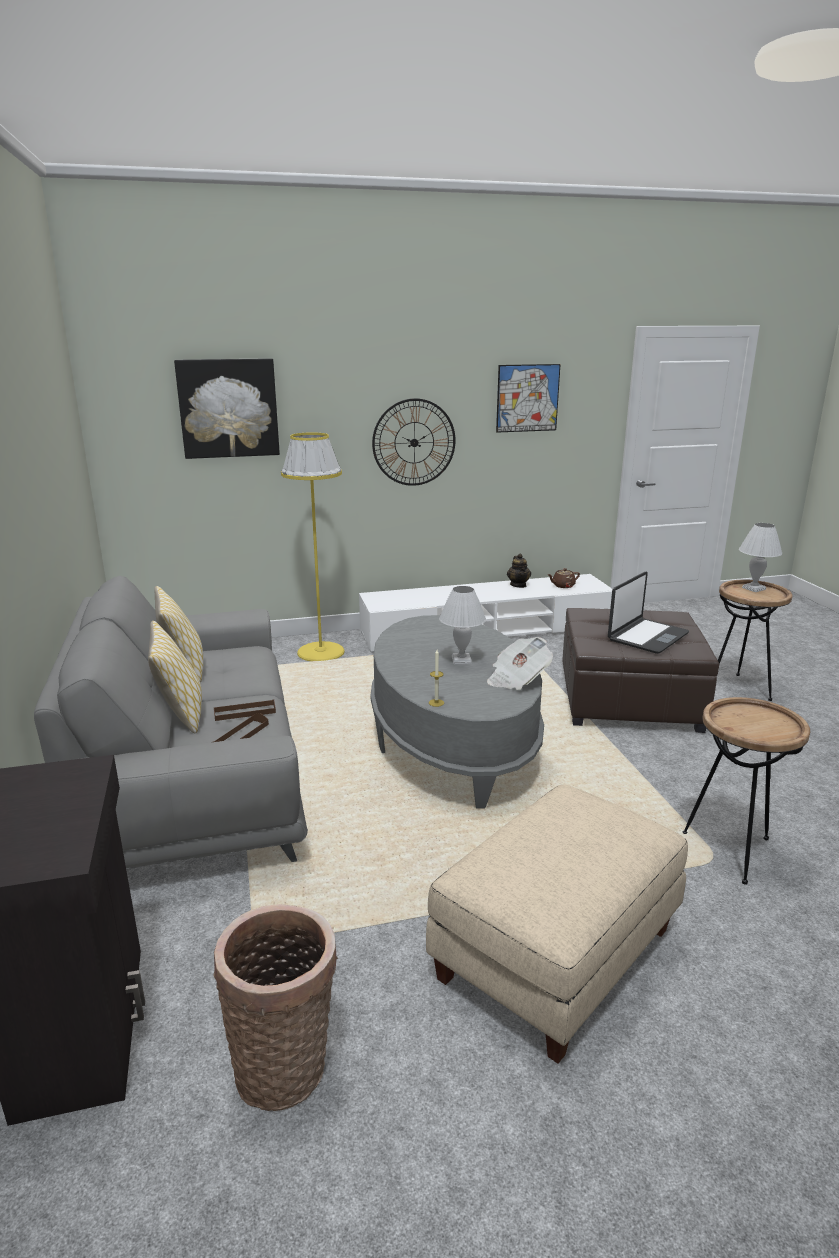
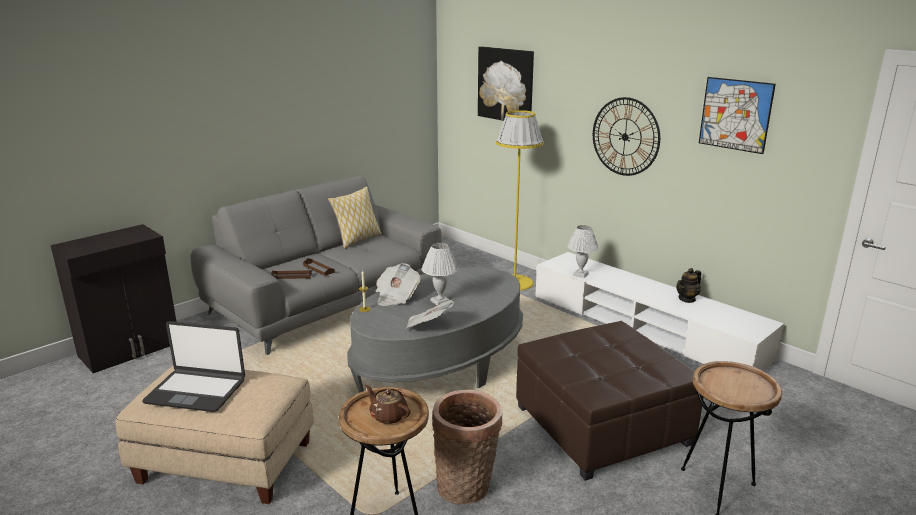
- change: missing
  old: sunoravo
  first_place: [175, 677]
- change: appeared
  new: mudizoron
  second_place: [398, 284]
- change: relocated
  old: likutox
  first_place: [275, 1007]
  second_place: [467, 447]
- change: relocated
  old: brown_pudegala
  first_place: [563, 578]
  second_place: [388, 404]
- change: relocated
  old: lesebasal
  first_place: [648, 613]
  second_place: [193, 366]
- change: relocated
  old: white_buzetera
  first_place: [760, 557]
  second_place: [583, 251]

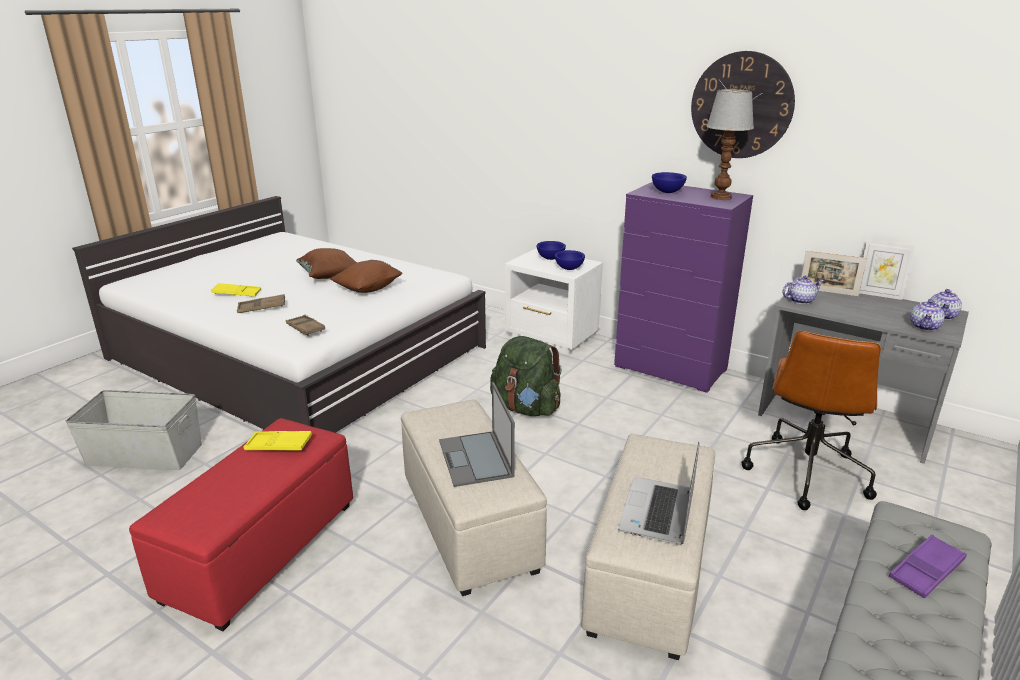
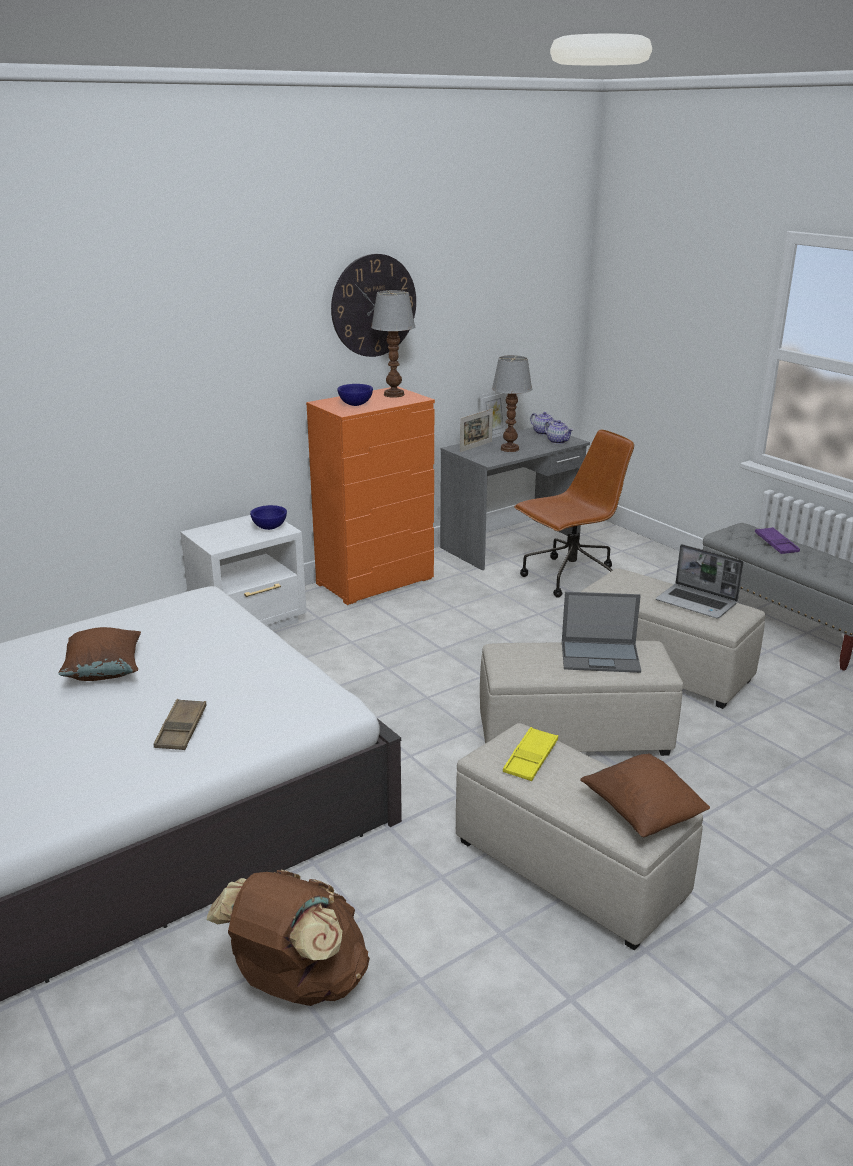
- change: missing
  old: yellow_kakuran
  first_place: [236, 289]
- change: missing
  old: brown_kakuran
  first_place: [305, 325]
- change: missing
  old: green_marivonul
  first_place: [526, 376]
- change: missing
  old: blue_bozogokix
  first_place: [551, 250]
- change: missing
  old: pudegala
  first_place: [803, 290]
- change: appeared
  new: buzetera
  second_place: [512, 403]
- change: relocated
  old: brown_sunoravo
  first_place: [366, 276]
  second_place: [645, 795]
- change: exchanged
  old: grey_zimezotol
  new: brown_marivonul
  first_place: [134, 430]
  second_place: [288, 938]
- change: colour
  old: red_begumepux
  new: beige_begumepux
  first_place: [241, 524]
  second_place: [579, 836]
- change: colour
  old: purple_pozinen
  new: orange_pozinen
  first_place: [683, 287]
  second_place: [370, 495]
- change: spun
  old: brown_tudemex
  first_place: [811, 420]
  second_place: [574, 513]
  degrees: -75

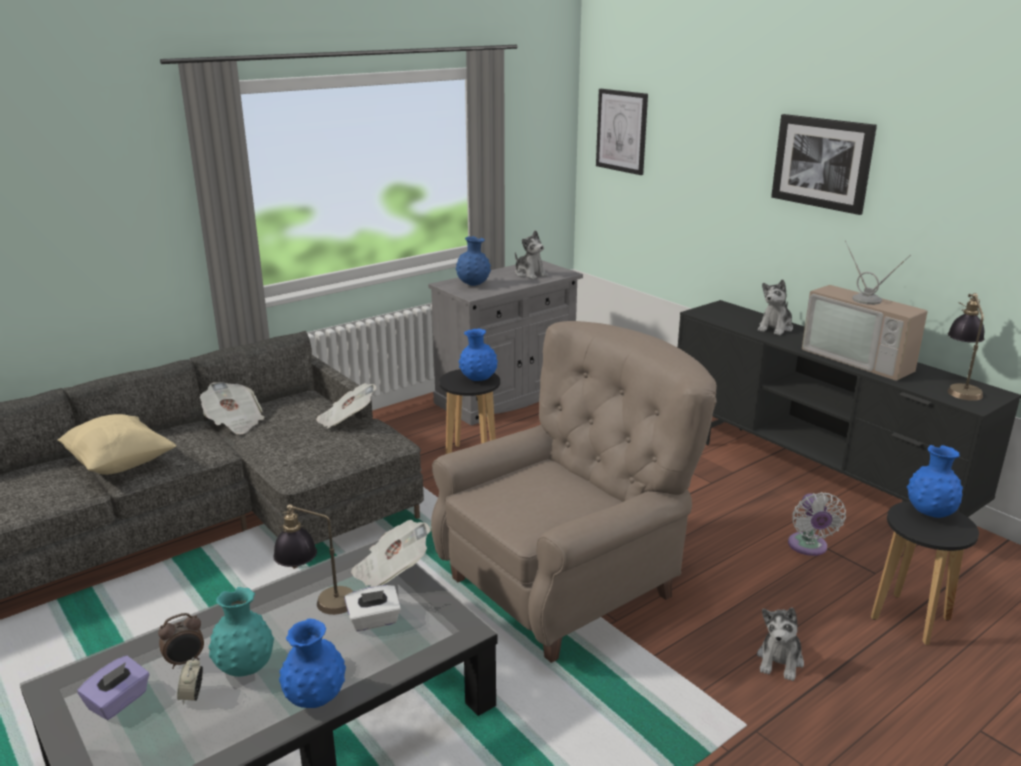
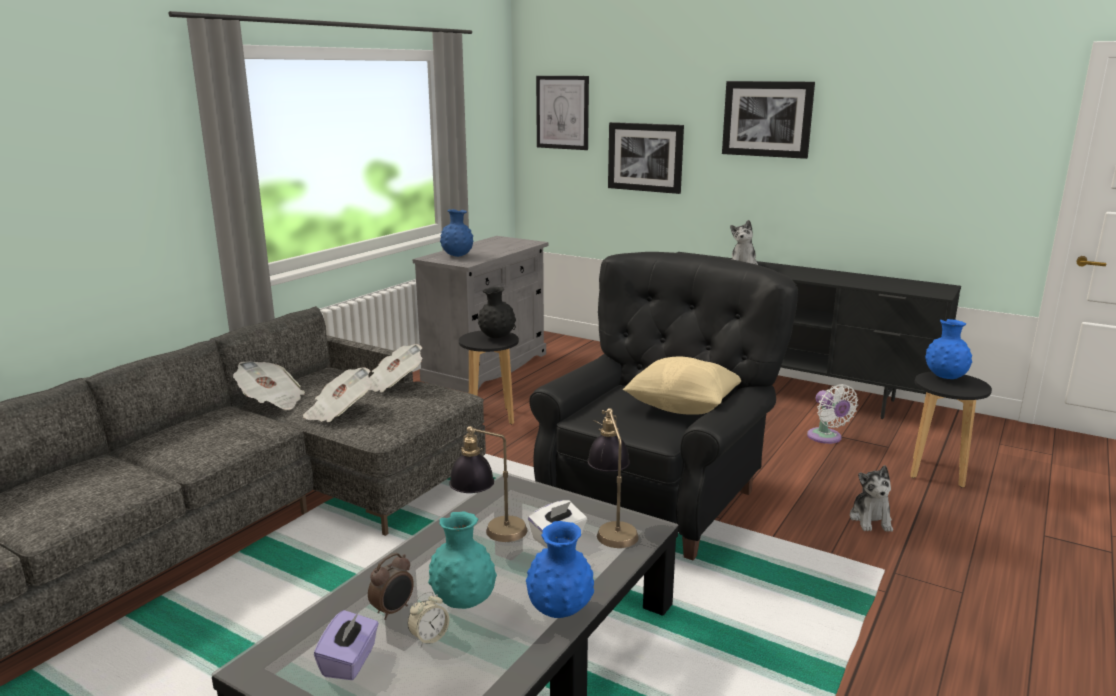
- change: missing
  old: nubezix
  first_place: [531, 255]
- change: missing
  old: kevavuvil
  first_place: [865, 310]
- change: appeared
  new: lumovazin
  second_place: [646, 158]
- change: relocated
  old: beige_sunoravo
  first_place: [117, 444]
  second_place: [682, 385]
- change: relocated
  old: mudizoron
  first_place: [391, 553]
  second_place: [337, 394]
- change: relocated
  old: buzetera
  first_place: [965, 347]
  second_place: [613, 478]
- change: colour
  old: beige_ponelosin
  new: black_ponelosin
  first_place: [574, 492]
  second_place: [663, 406]
- change: colour
  old: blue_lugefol
  new: black_lugefol
  first_place: [478, 354]
  second_place: [497, 312]
- change: spun
  old: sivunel
  first_place: [190, 681]
  second_place: [428, 618]
  degrees: -105

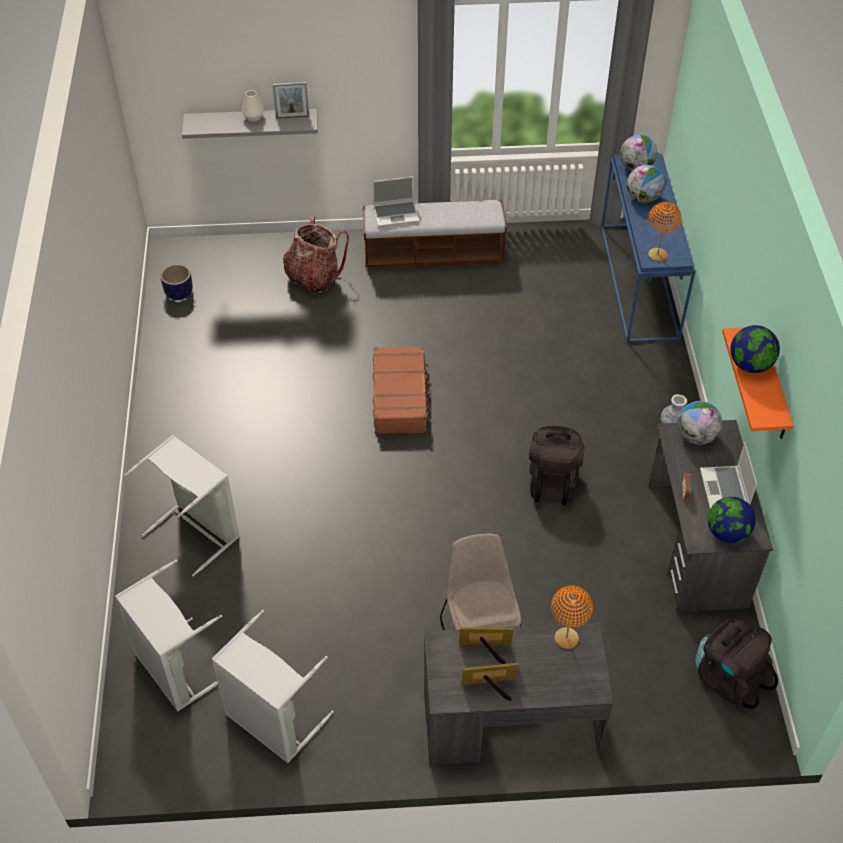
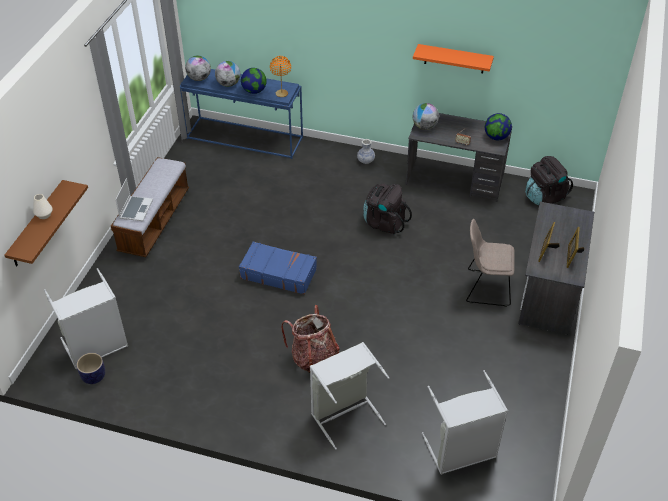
- change: missing
  old: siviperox
  first_place: [291, 100]
- change: missing
  old: orange_buzetera
  first_place: [572, 617]
- change: missing
  old: lesebasal
  first_place: [728, 475]
- change: relocated
  old: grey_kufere
  first_place: [273, 686]
  second_place: [86, 318]
- change: relocated
  old: marivonul
  first_place: [316, 255]
  second_place: [310, 339]
- change: relocated
  old: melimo
  first_place: [755, 349]
  second_place: [254, 81]
- change: colour
  old: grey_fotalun
  new: brown_fotalun
  first_place: [250, 124]
  second_place: [46, 223]
- change: colour
  old: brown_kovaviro
  new: blue_kovaviro
  first_place: [402, 390]
  second_place: [278, 268]

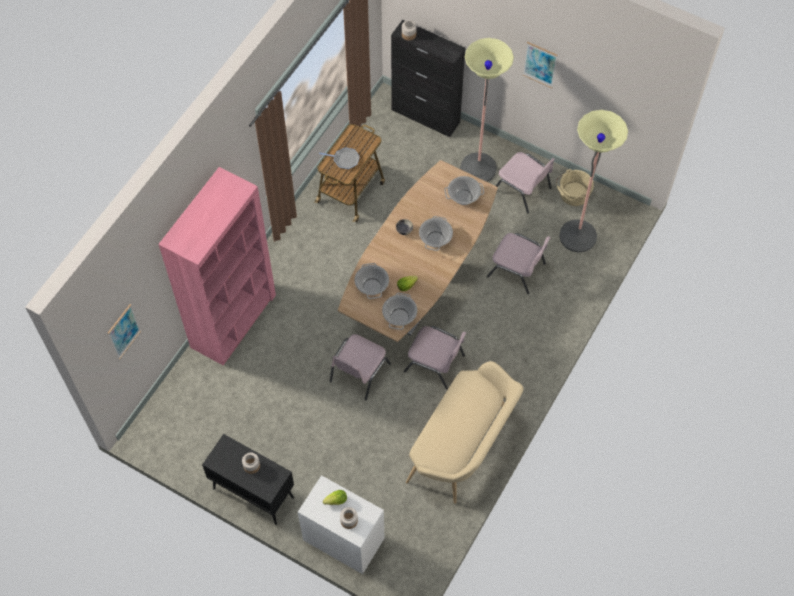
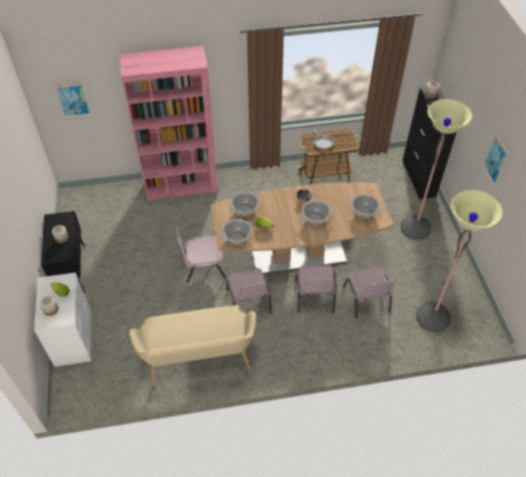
- change: missing
  old: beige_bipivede
  first_place: [575, 187]
- change: relocated
  old: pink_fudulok
  first_place: [525, 182]
  second_place: [316, 289]

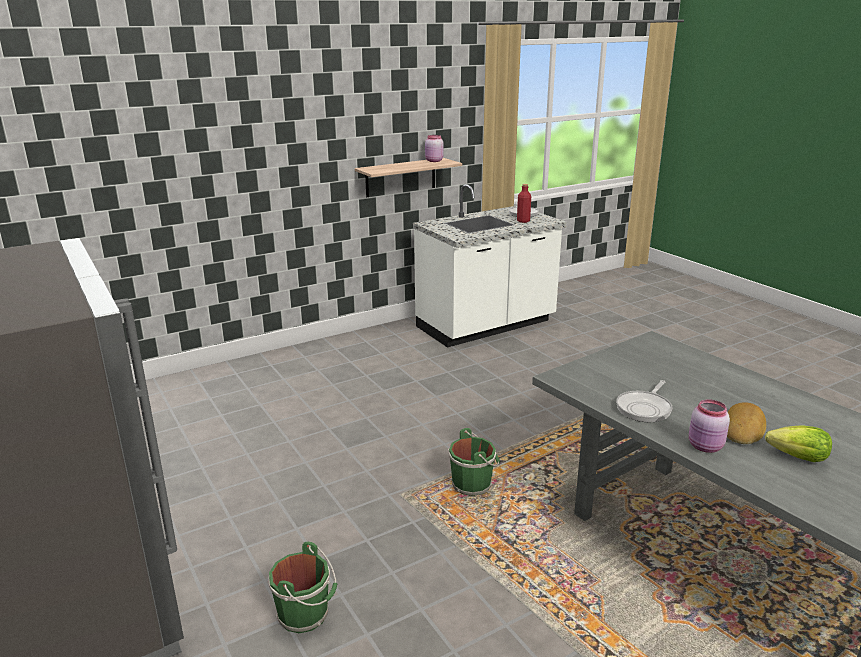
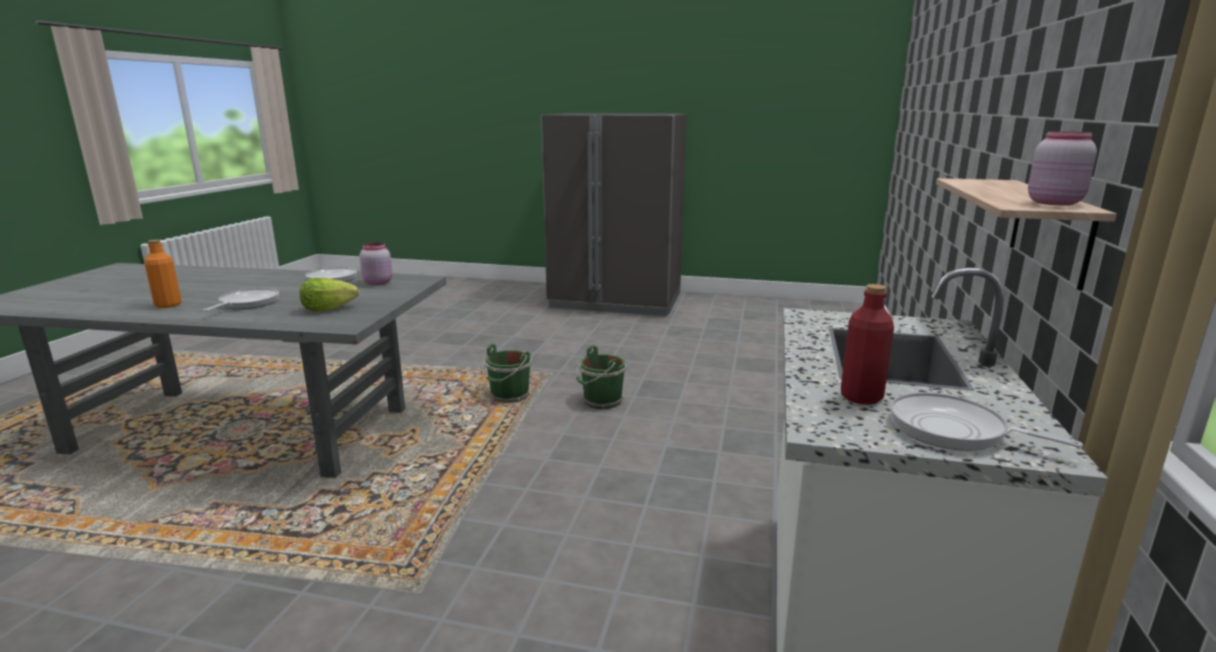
- change: missing
  old: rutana
  first_place: [746, 423]
- change: appeared
  new: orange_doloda
  second_place: [163, 274]
- change: appeared
  new: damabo
  second_place: [241, 299]
- change: relocated
  old: green_bipivede
  first_place: [302, 587]
  second_place: [601, 377]
- change: relocated
  old: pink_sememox
  first_place: [709, 426]
  second_place: [376, 264]
- change: relocated
  old: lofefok
  first_place: [798, 443]
  second_place: [329, 295]

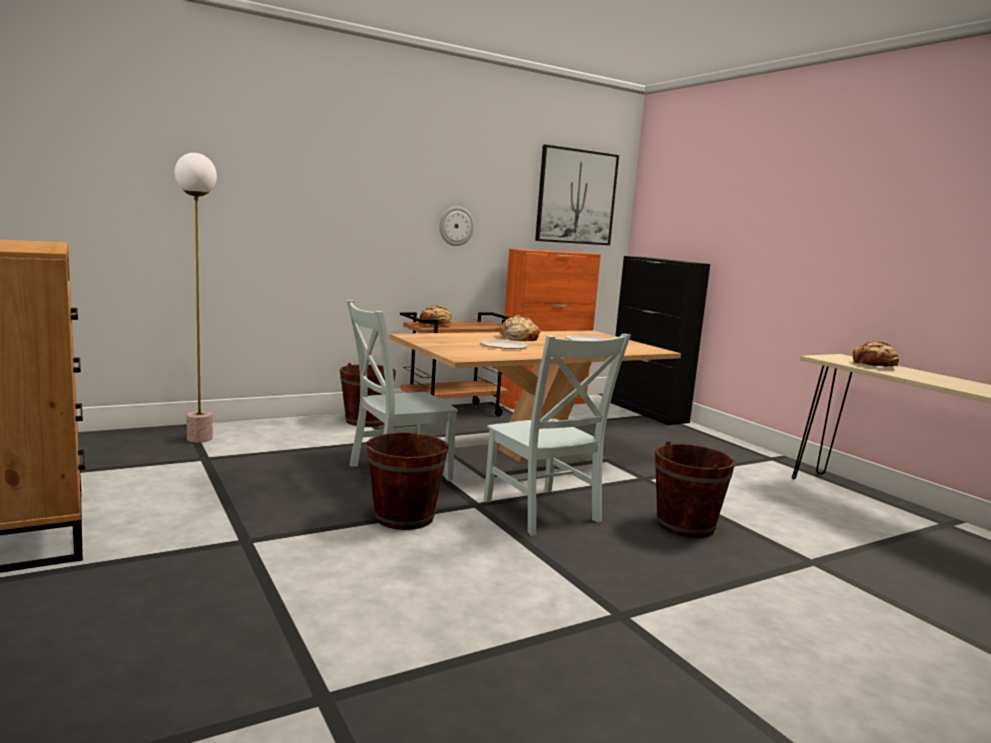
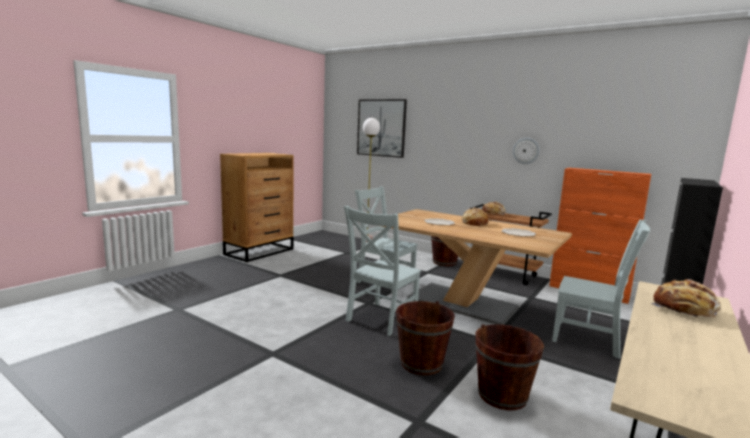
- change: appeared
  new: grey_fudulok
  second_place: [601, 289]
- change: relocated
  old: brown_bipivede
  first_place: [408, 481]
  second_place: [510, 367]
- change: relocated
  old: lumovazin
  first_place: [577, 194]
  second_place: [382, 128]

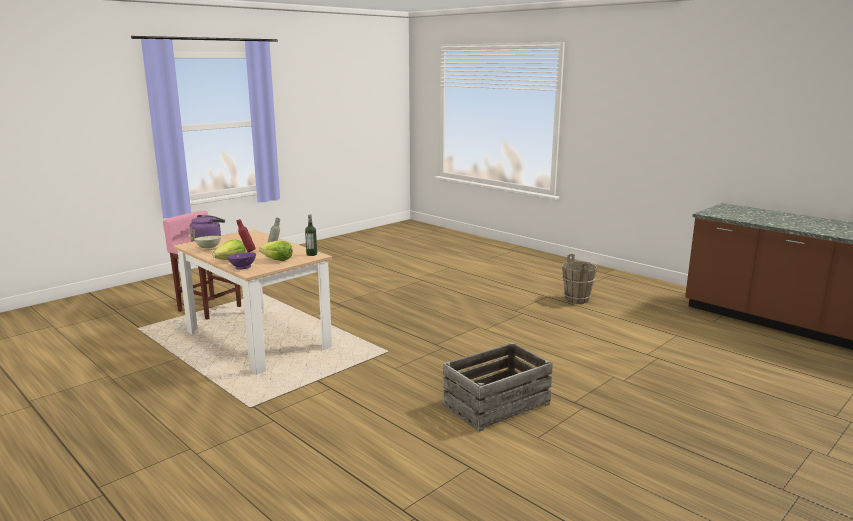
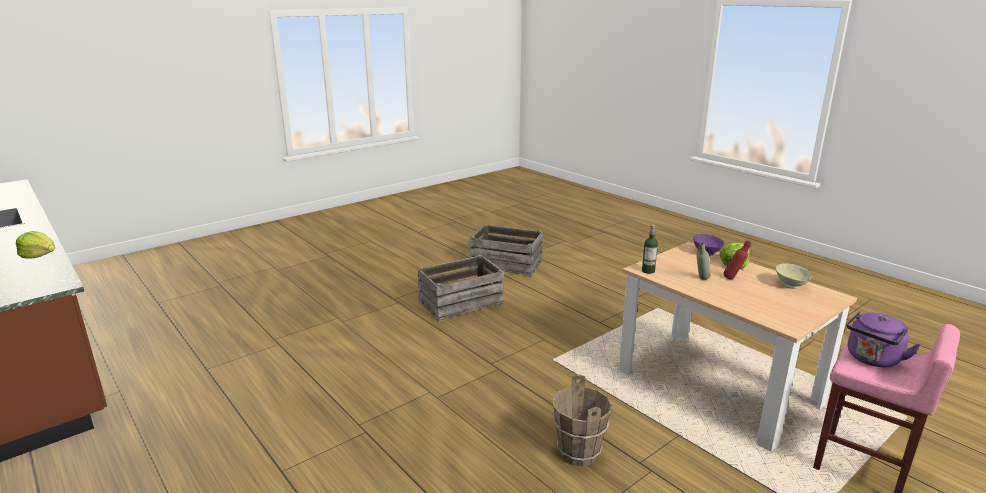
- change: appeared
  new: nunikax
  second_place: [506, 250]
- change: relocated
  old: lofefok
  first_place: [276, 251]
  second_place: [35, 245]
- change: relocated
  old: brown_bipivede
  first_place: [579, 279]
  second_place: [582, 420]

